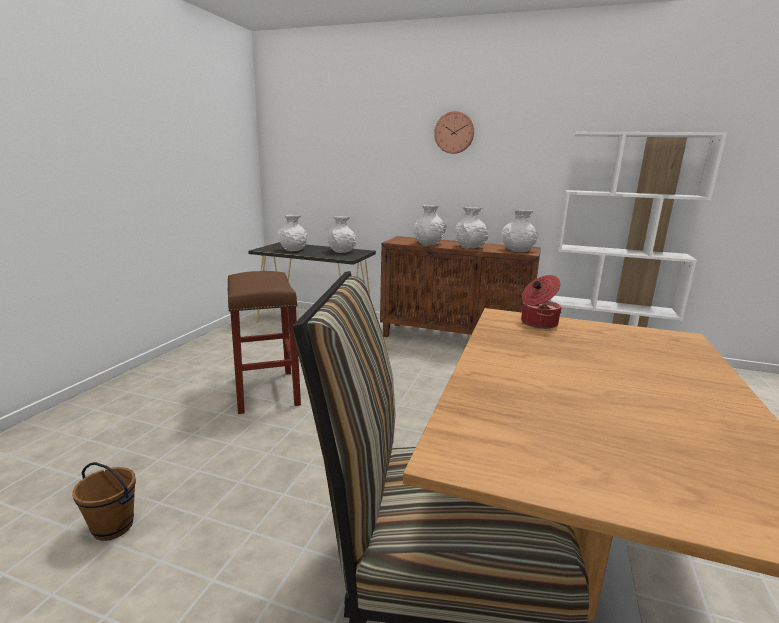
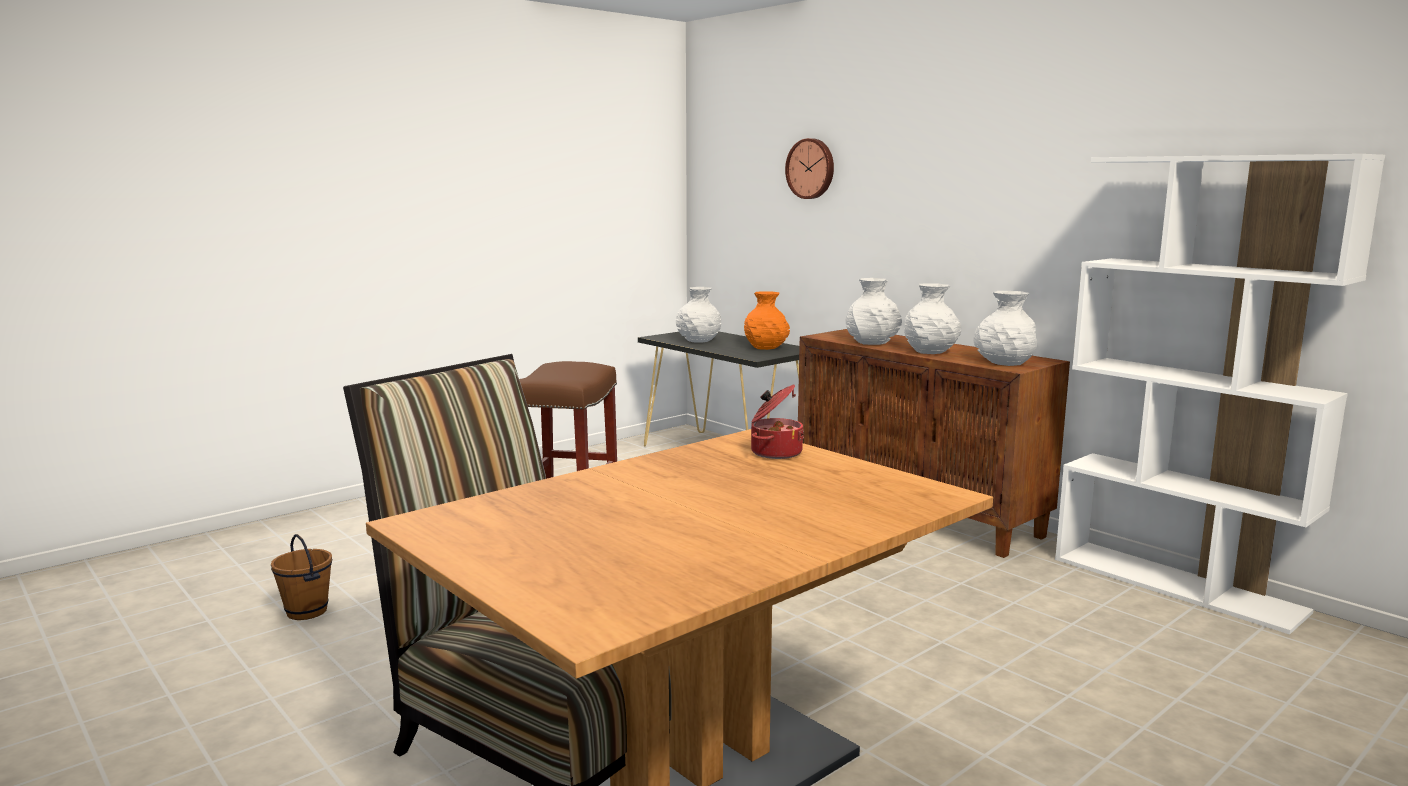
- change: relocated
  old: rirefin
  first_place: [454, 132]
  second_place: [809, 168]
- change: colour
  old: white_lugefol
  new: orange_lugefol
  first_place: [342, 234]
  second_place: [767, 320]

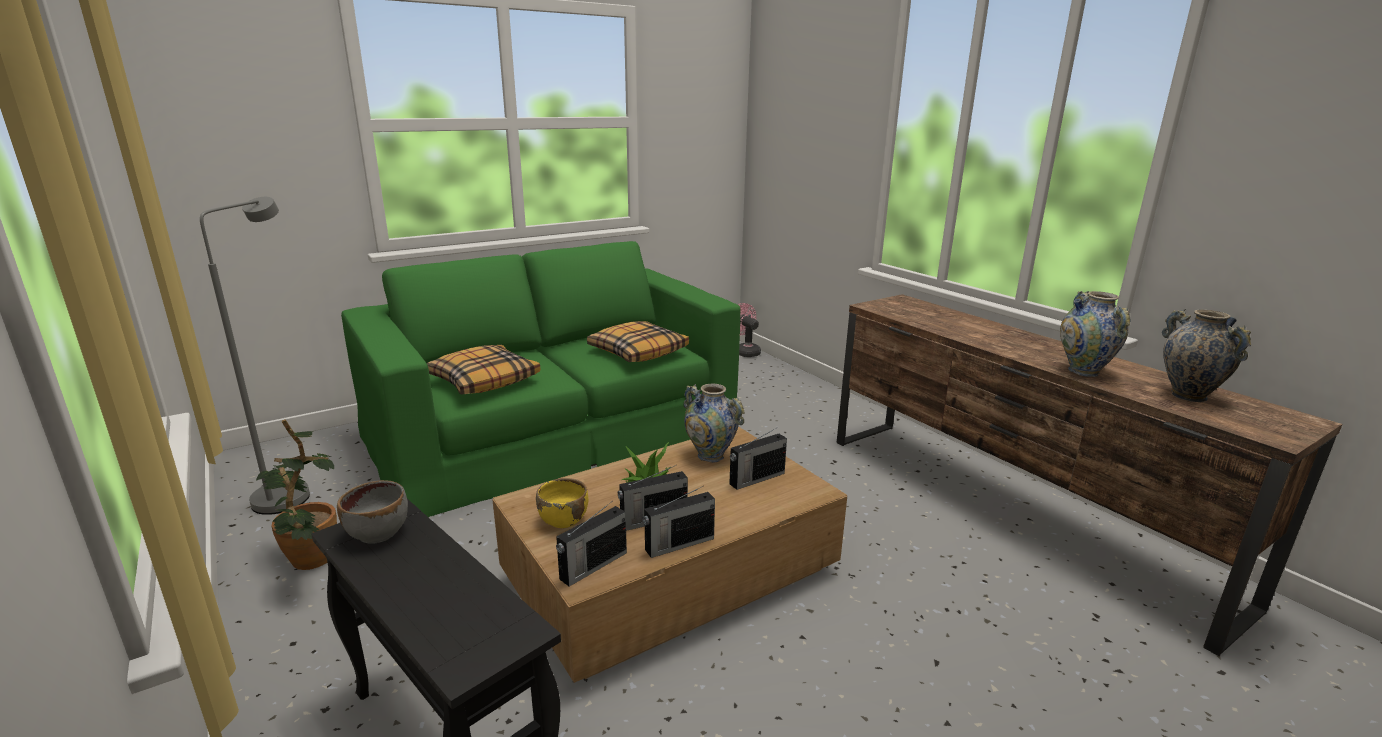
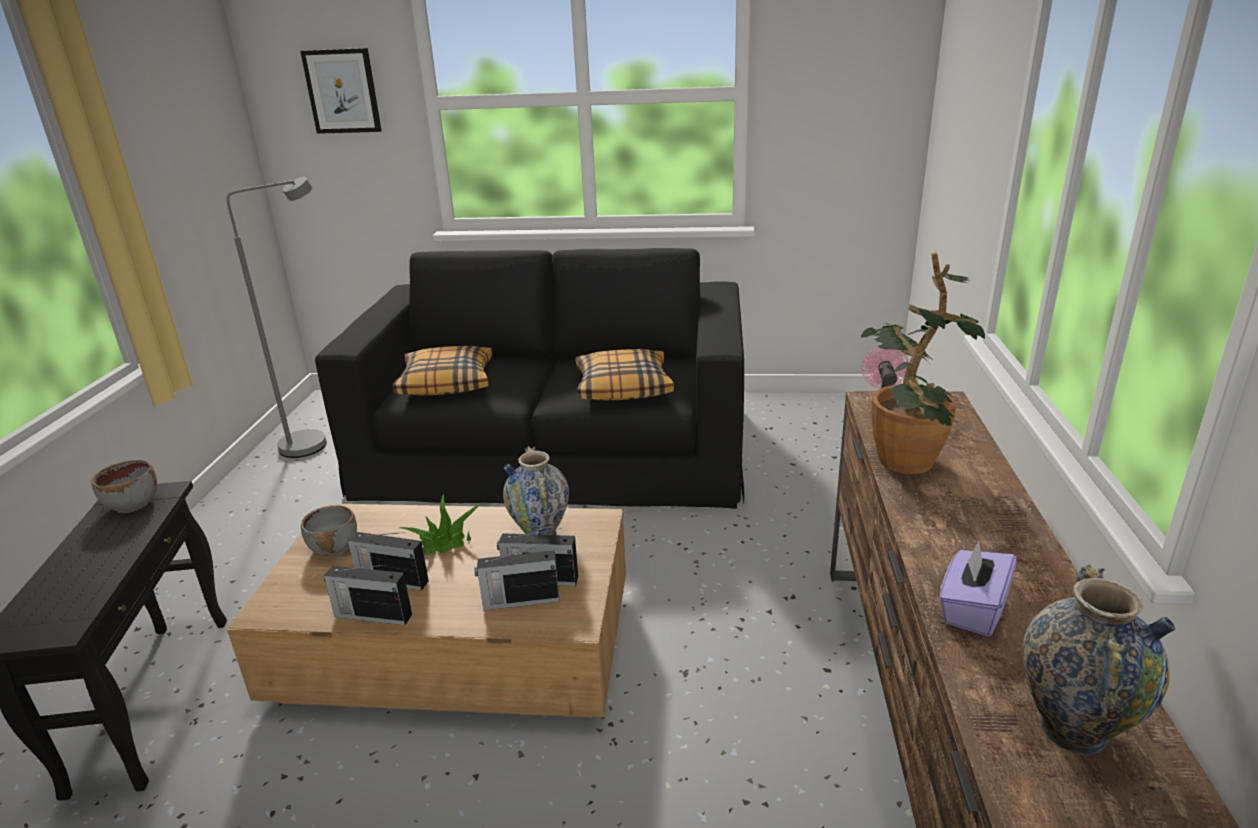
- change: appeared
  new: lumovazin
  second_place: [340, 91]
- change: relocated
  old: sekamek
  first_place: [296, 494]
  second_place: [923, 363]
- change: relocated
  old: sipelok
  first_place: [591, 544]
  second_place: [517, 577]
- change: exchanged
  old: lugefol
  new: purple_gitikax
  first_place: [1095, 334]
  second_place: [978, 588]
- change: colour
  old: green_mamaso
  new: black_mamaso
  first_place: [540, 379]
  second_place: [529, 378]
- change: colour
  old: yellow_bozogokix
  new: grey_bozogokix
  first_place: [562, 503]
  second_place: [329, 530]

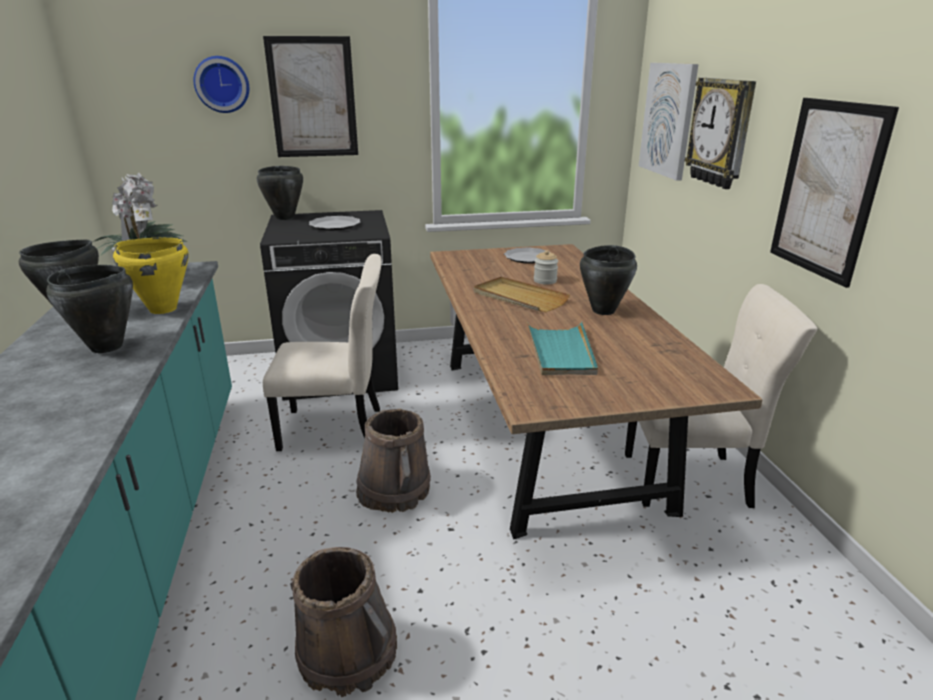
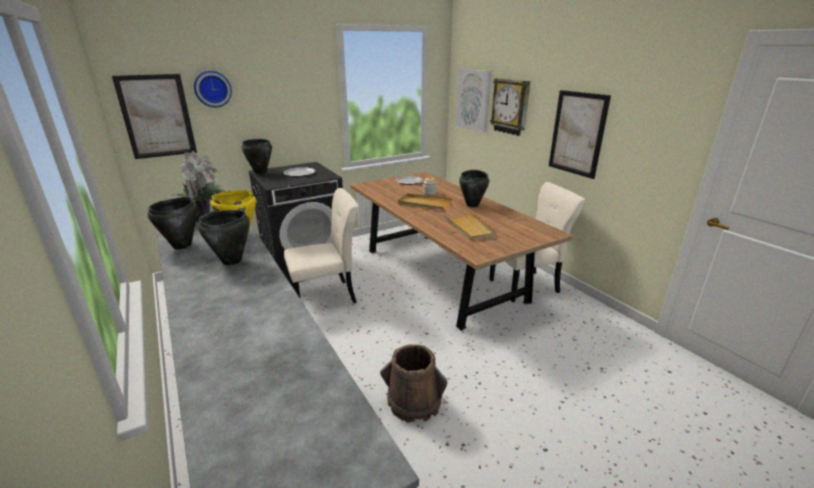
- change: missing
  old: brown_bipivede
  first_place: [393, 461]
- change: relocated
  old: lumovazin
  first_place: [310, 96]
  second_place: [154, 116]
- change: colour
  old: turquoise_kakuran
  new: beige_kakuran
  first_place: [562, 348]
  second_place: [470, 225]

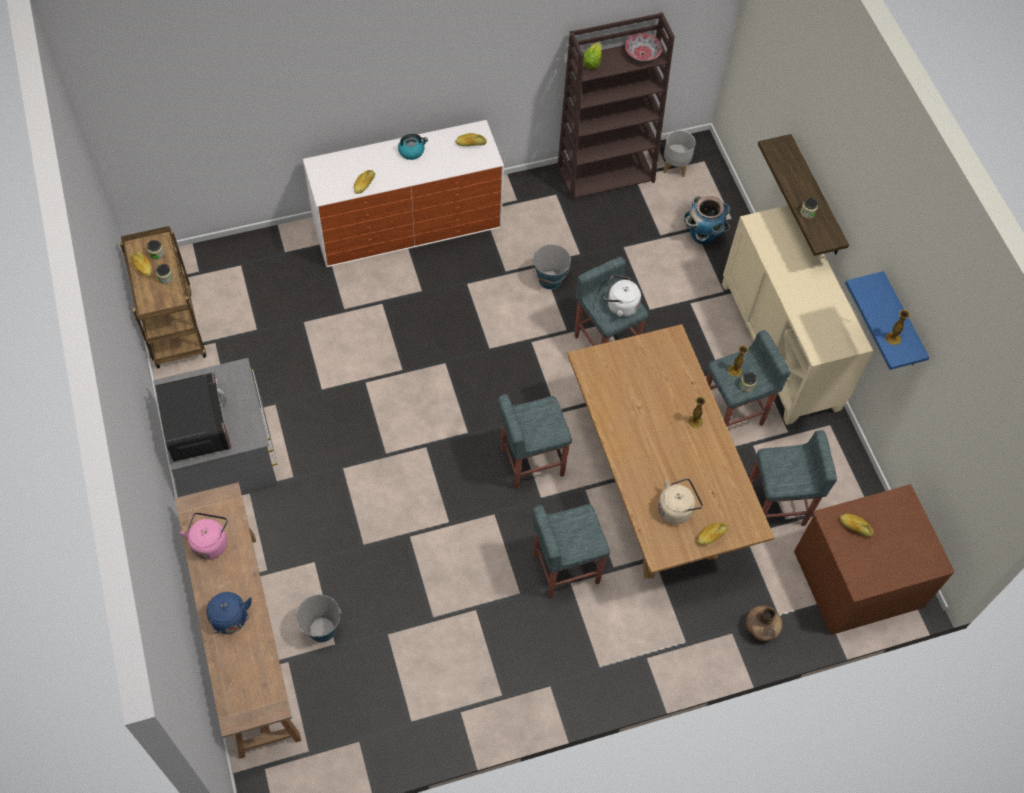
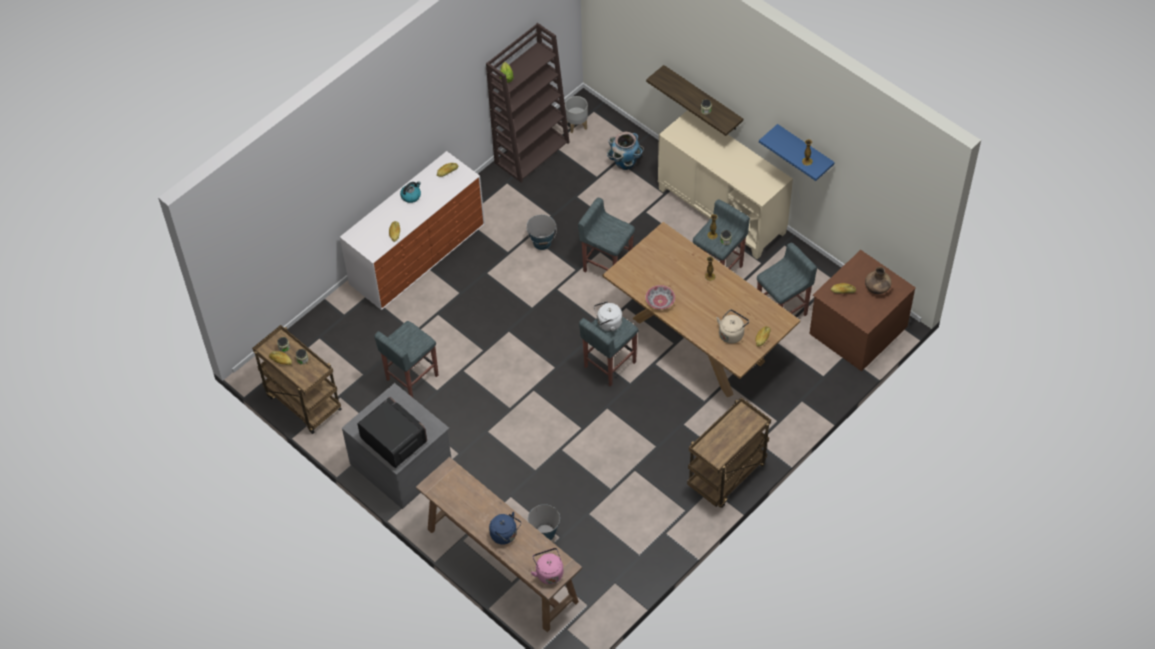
- change: appeared
  new: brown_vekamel
  second_place: [729, 452]
- change: relocated
  old: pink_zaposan
  first_place: [204, 536]
  second_place: [547, 566]
- change: relocated
  old: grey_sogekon
  first_place: [571, 551]
  second_place: [406, 359]
- change: relocated
  old: white_zaposan
  first_place: [623, 296]
  second_place: [608, 316]
- change: relocated
  old: bozogokix
  first_place: [643, 47]
  second_place: [660, 297]
- change: relocated
  old: brown_lugefol
  first_place: [763, 623]
  second_place: [878, 280]

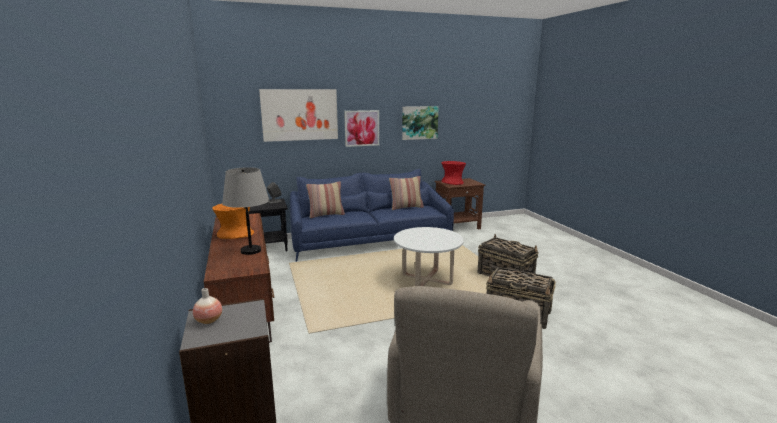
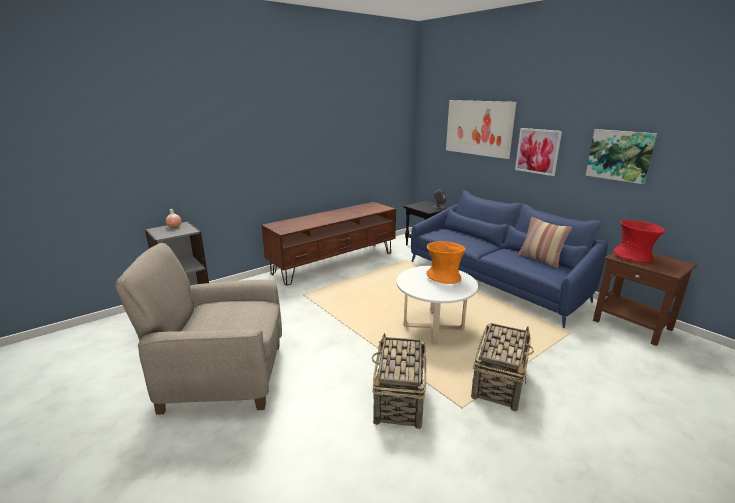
- change: missing
  old: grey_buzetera
  first_place: [245, 211]
- change: missing
  old: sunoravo
  first_place: [325, 199]
- change: relocated
  old: orange_lugefol
  first_place: [233, 221]
  second_place: [445, 262]

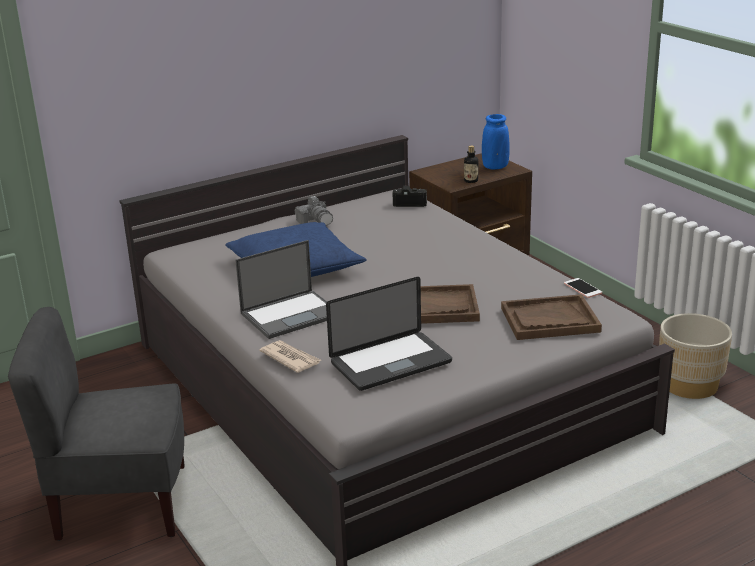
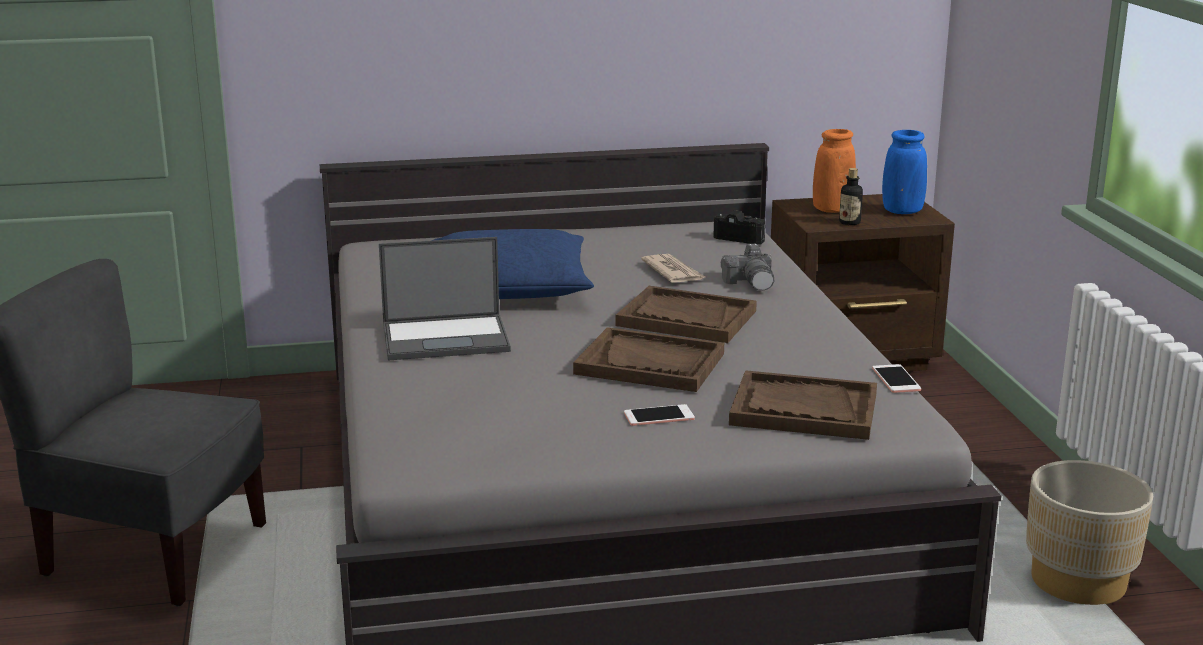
- change: missing
  old: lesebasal
  first_place: [389, 334]
- change: appeared
  new: brown_kakuran
  second_place: [686, 314]
- change: appeared
  new: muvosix
  second_place: [659, 415]
- change: appeared
  new: orange_lugefol
  second_place: [834, 171]
- change: relocated
  old: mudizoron
  first_place: [290, 356]
  second_place: [673, 268]
- change: relocated
  old: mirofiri
  first_place: [314, 211]
  second_place: [748, 267]

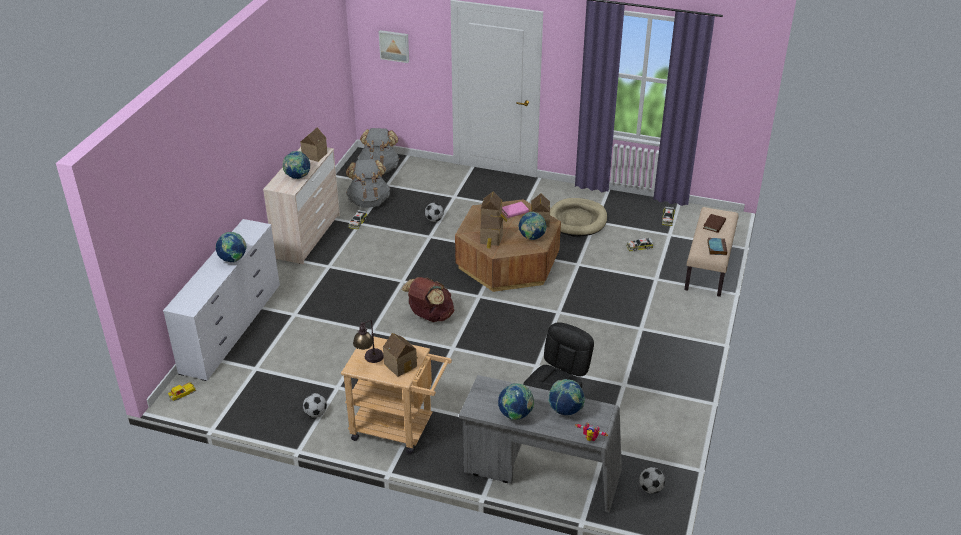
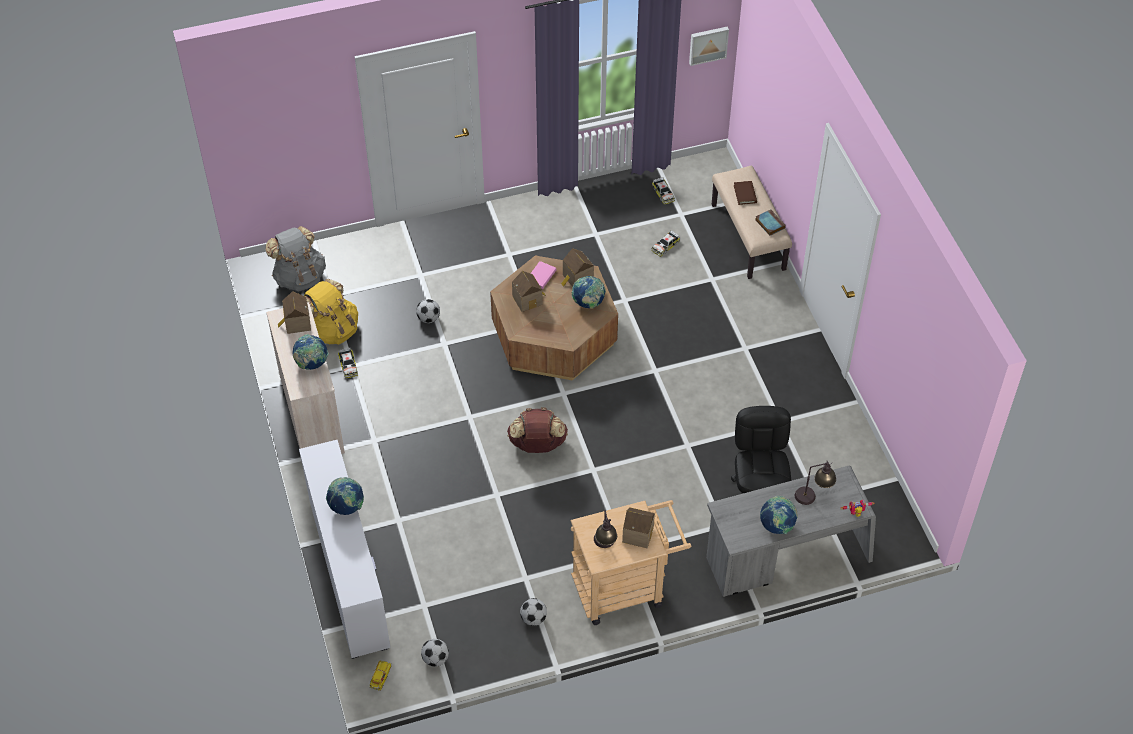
- change: missing
  old: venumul
  first_place: [491, 232]
- change: missing
  old: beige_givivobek
  first_place: [578, 217]
- change: relocated
  old: lumovazin
  first_place: [394, 46]
  second_place: [709, 46]
- change: relocated
  old: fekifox
  first_place: [652, 480]
  second_place: [435, 653]
- change: exchanged
  old: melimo
  new: buzetera
  first_place: [566, 397]
  second_place: [815, 483]
- change: colour
  old: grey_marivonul
  new: yellow_marivonul
  first_place: [368, 183]
  second_place: [331, 312]

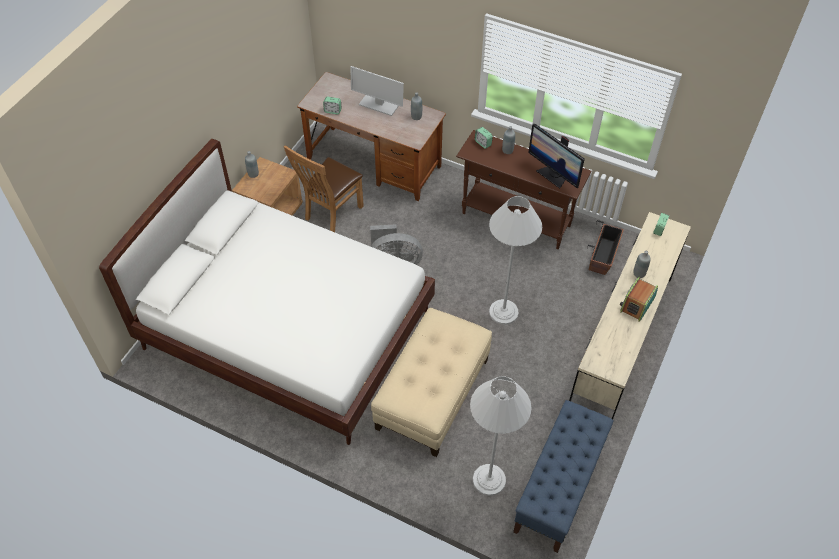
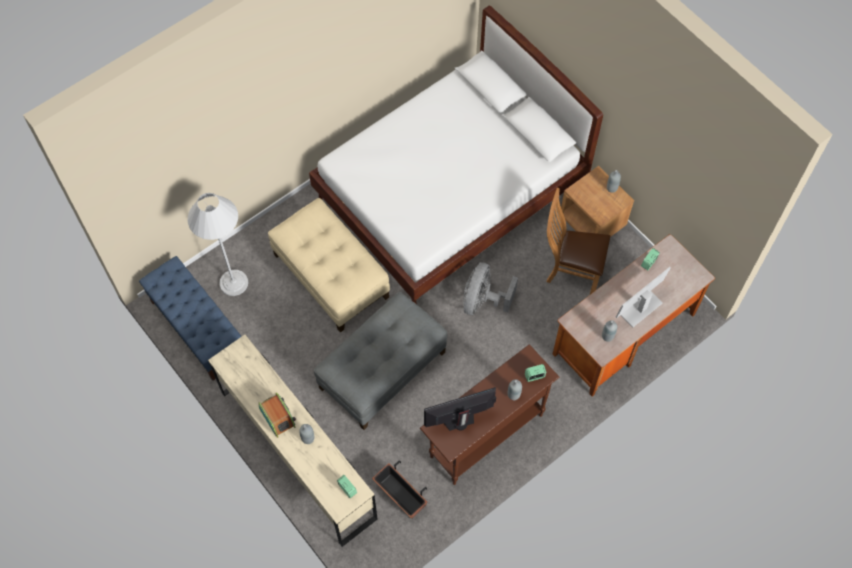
- change: exchanged
  old: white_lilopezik
  new: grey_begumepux
  first_place: [515, 260]
  second_place: [380, 361]
- change: spun
  old: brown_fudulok
  first_place: [324, 188]
  second_place: [578, 241]
  degrees: -45

